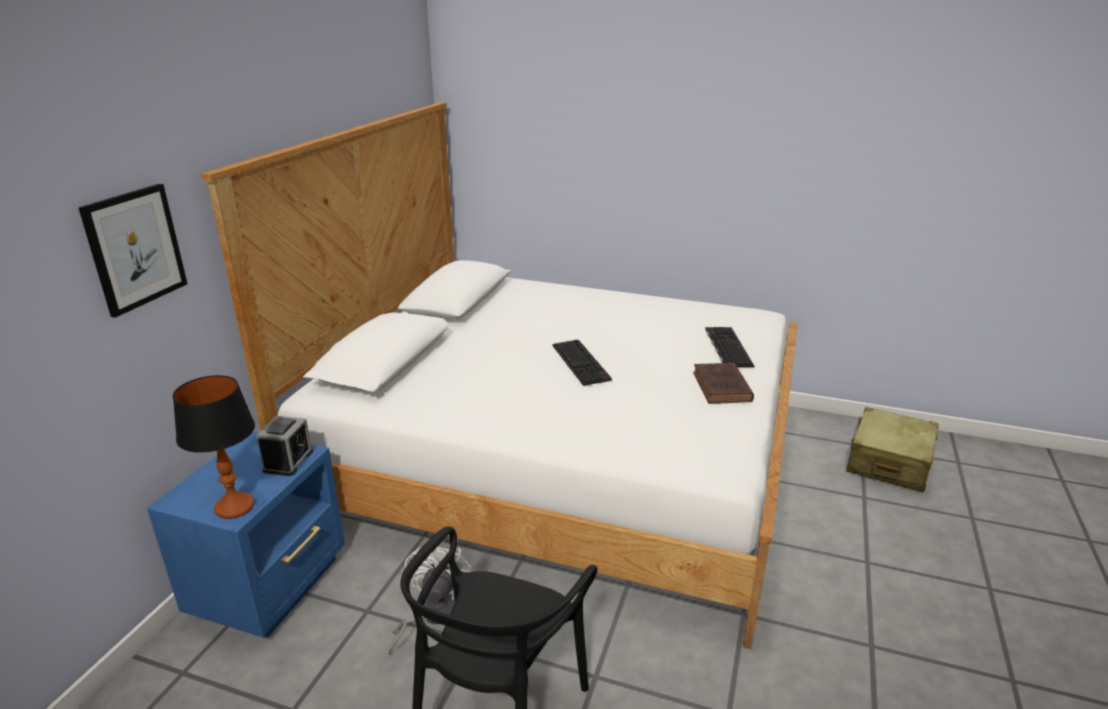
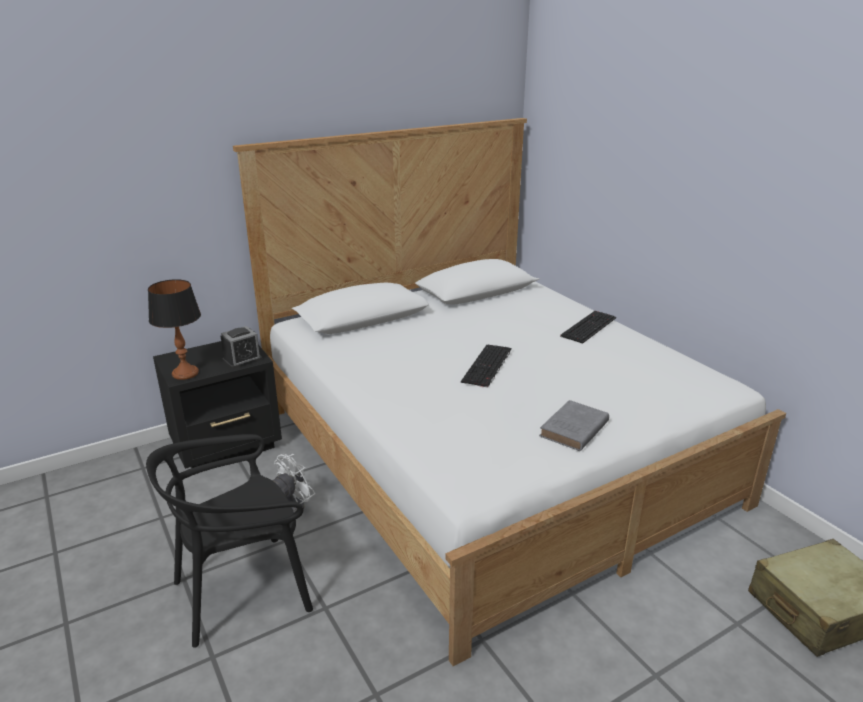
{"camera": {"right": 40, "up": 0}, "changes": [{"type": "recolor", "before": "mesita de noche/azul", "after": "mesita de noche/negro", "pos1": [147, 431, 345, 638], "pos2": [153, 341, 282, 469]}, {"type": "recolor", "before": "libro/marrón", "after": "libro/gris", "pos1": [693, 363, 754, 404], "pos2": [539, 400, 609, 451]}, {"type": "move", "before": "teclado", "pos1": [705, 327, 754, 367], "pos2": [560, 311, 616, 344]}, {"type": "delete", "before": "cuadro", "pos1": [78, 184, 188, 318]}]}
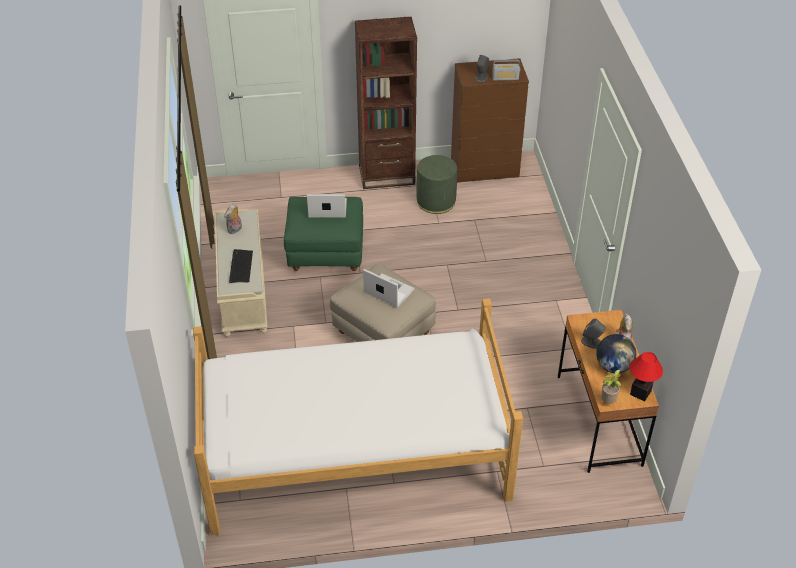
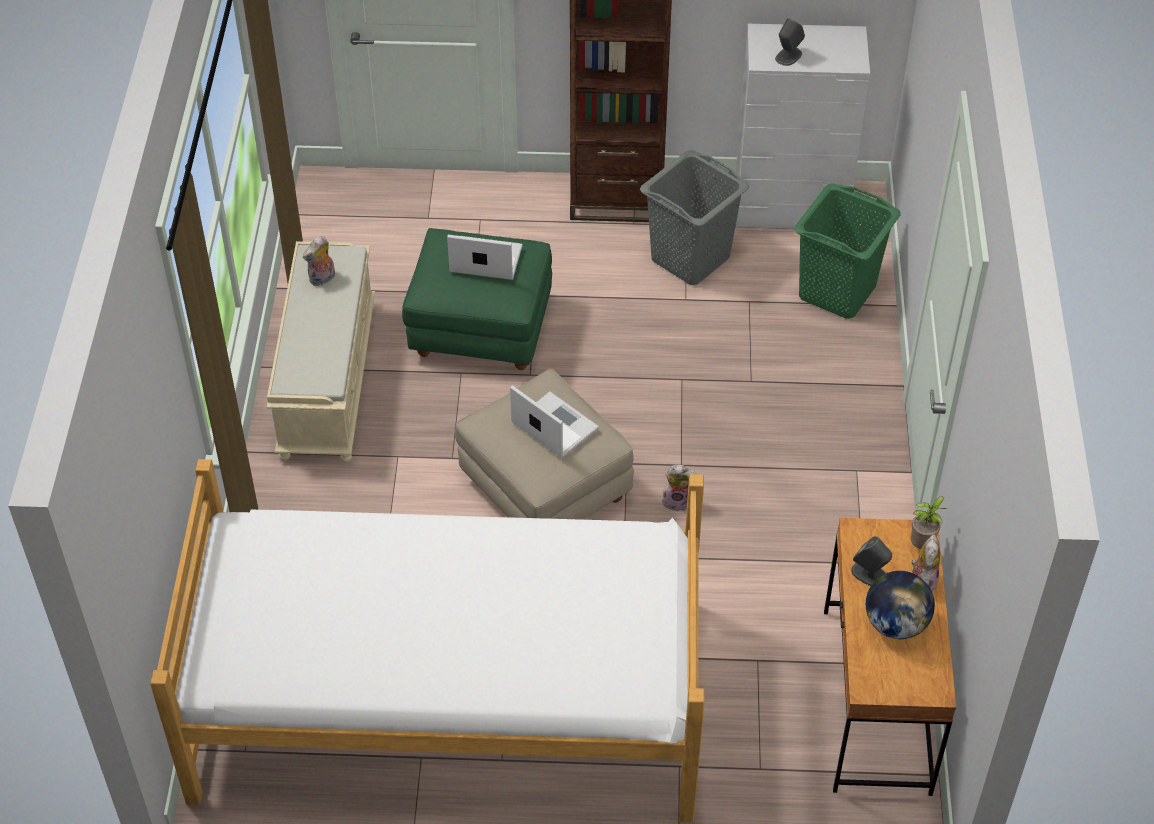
{"camera": {"right": 10, "up": 5}, "changes": [{"type": "replace", "before": "puf/verde", "after": "cesto de la ropa/gris", "pos1": [417, 155, 457, 214], "pos2": [640, 151, 749, 285]}, {"type": "insert", "after": "peluche", "pos2": [661, 465, 698, 511]}, {"type": "recolor", "before": "cómoda/marrón", "after": "cómoda/blanco", "pos1": [451, 58, 529, 182], "pos2": [736, 24, 870, 229]}, {"type": "insert", "after": "cesto de la ropa/verde", "pos2": [794, 184, 901, 319]}, {"type": "move", "before": "planta en maceta", "pos1": [601, 370, 623, 404], "pos2": [911, 496, 946, 549]}, {"type": "delete", "before": "teclado", "pos1": [229, 249, 253, 283]}, {"type": "delete", "before": "radio", "pos1": [492, 59, 520, 80]}, {"type": "delete", "before": "lámpara de mesa", "pos1": [629, 352, 663, 401]}]}
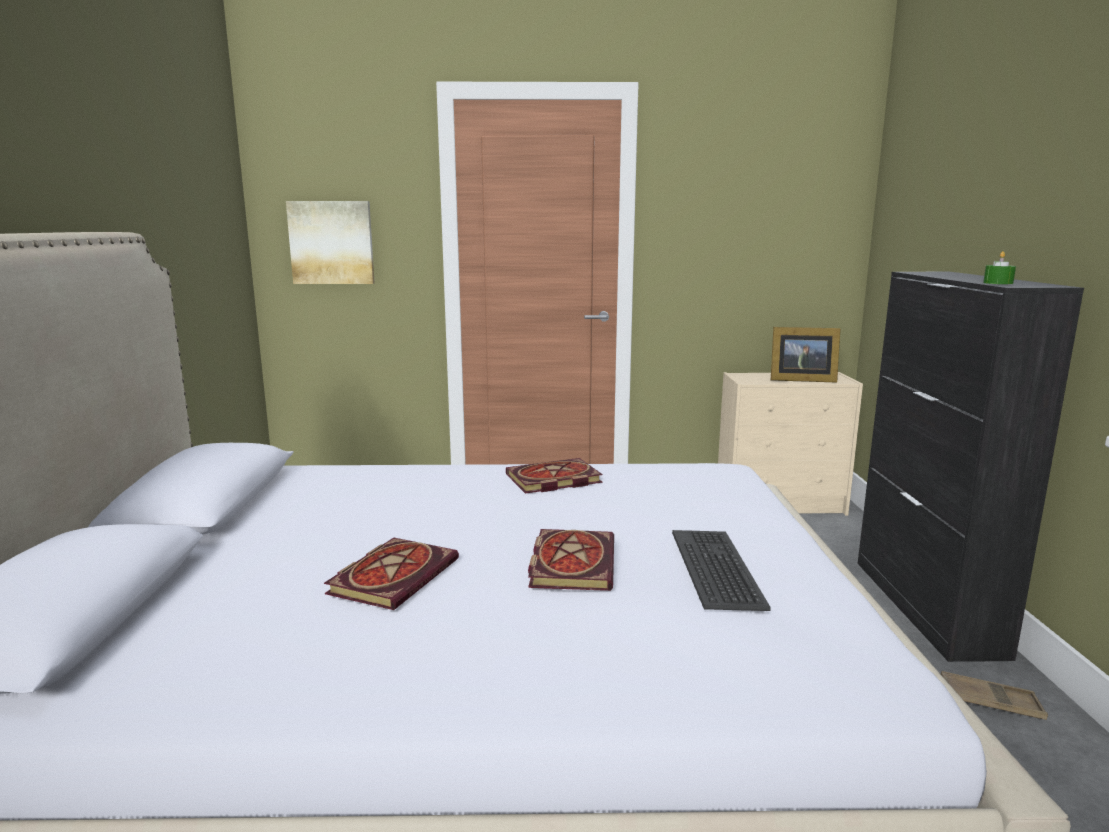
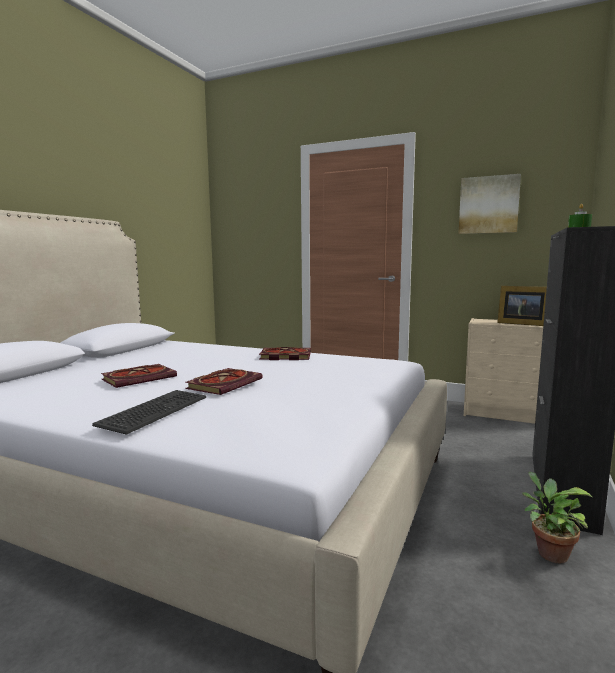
{"camera": {"right": 25, "up": -5}, "changes": [{"type": "move", "before": "teclado", "pos1": [672, 530, 771, 611], "pos2": [92, 390, 206, 435]}, {"type": "move", "before": "cuadro", "pos1": [286, 201, 375, 284], "pos2": [458, 174, 521, 234]}, {"type": "replace", "before": "bandeja/marrón", "after": "planta en maceta", "pos1": [941, 671, 1048, 720], "pos2": [522, 472, 592, 563]}]}
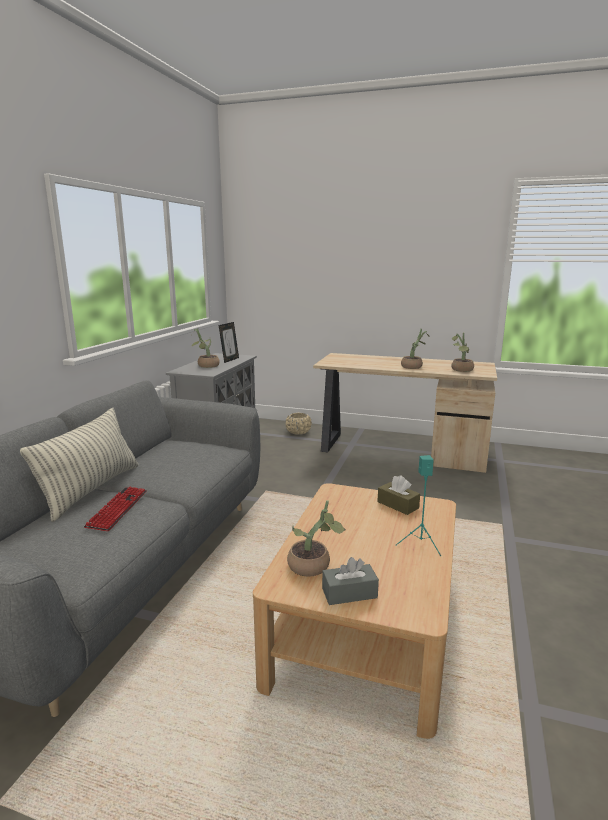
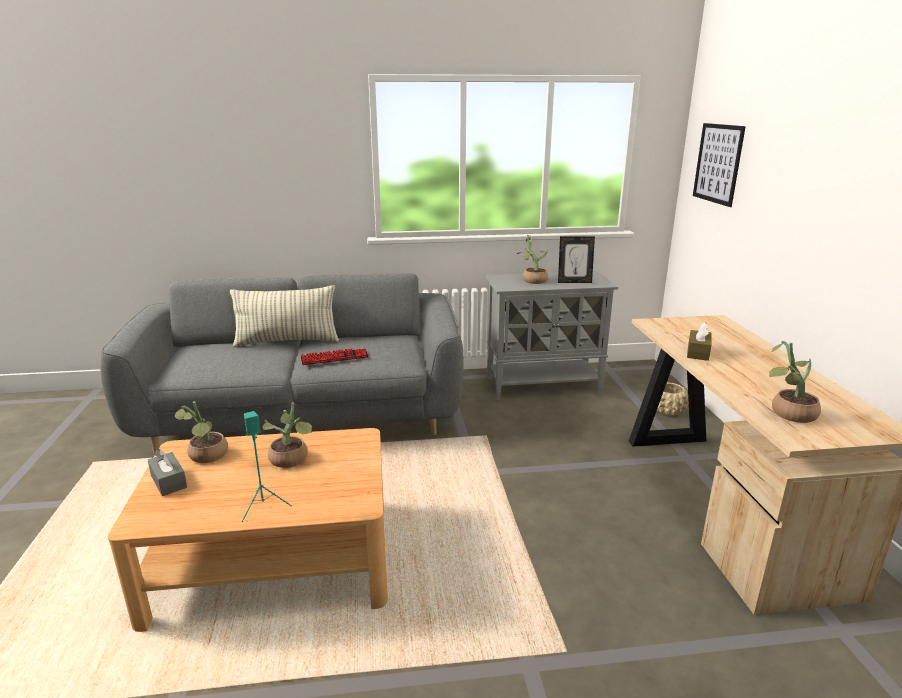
{"camera": {"right": 65, "up": 5}, "changes": [{"type": "move", "before": "planta en maceta", "pos1": [401, 329, 430, 369], "pos2": [263, 402, 312, 468]}, {"type": "move", "before": "teclado", "pos1": [84, 487, 147, 531], "pos2": [301, 348, 369, 365]}, {"type": "move", "before": "caja de pañuelos/marrón", "pos1": [377, 475, 420, 515], "pos2": [687, 323, 712, 361]}, {"type": "insert", "after": "cuadro", "pos2": [693, 123, 746, 207]}]}
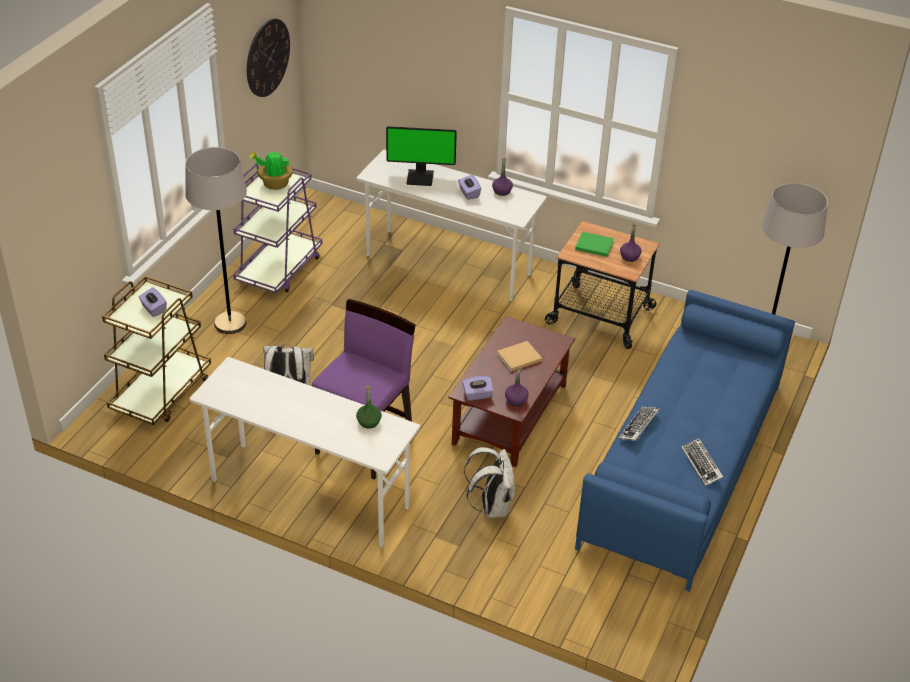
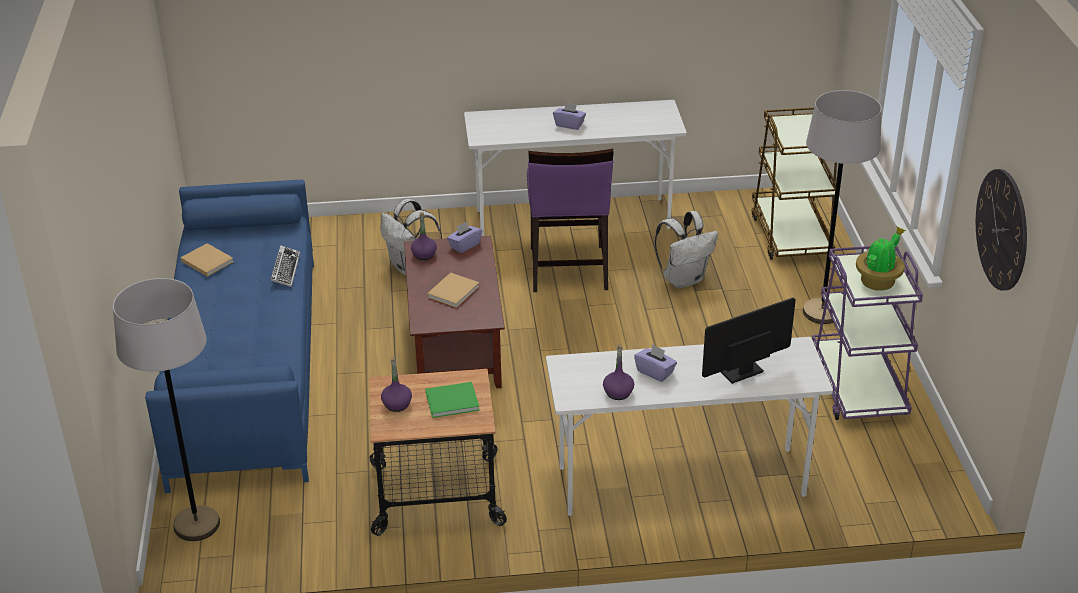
{"camera": {"right": 150, "up": -5}, "changes": [{"type": "replace", "before": "teclado", "after": "libro/beis", "pos1": [681, 438, 723, 486], "pos2": [181, 243, 234, 277]}, {"type": "move", "before": "caja de pañuelos/morado", "pos1": [138, 288, 167, 317], "pos2": [553, 102, 586, 130]}, {"type": "delete", "before": "botella/verde", "pos1": [356, 386, 382, 428]}]}
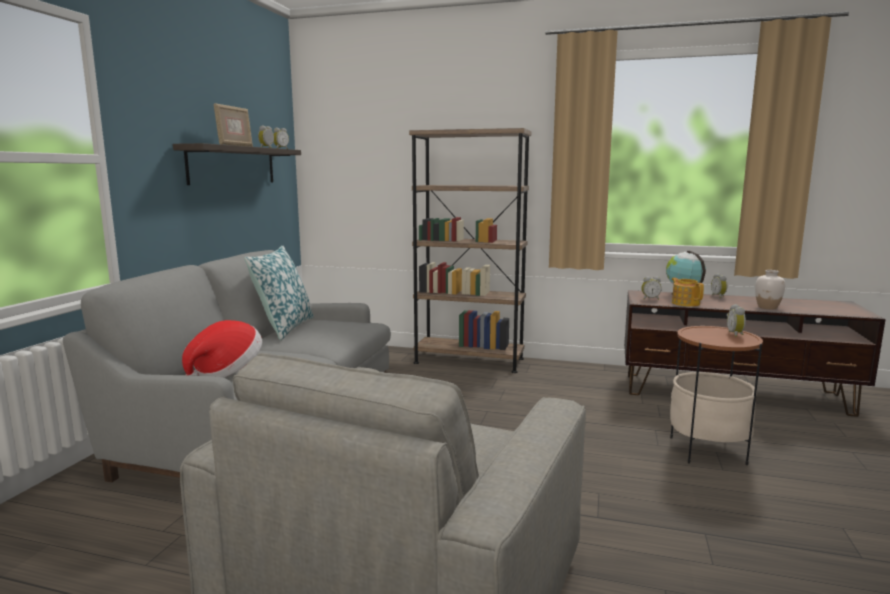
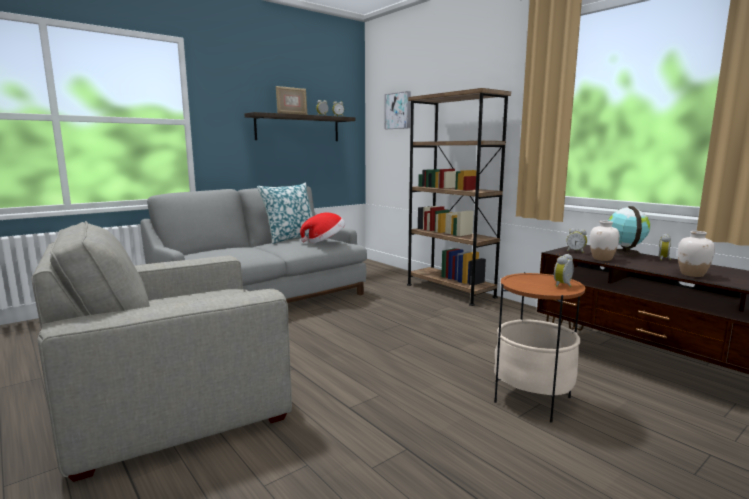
{"camera": {"right": 35, "up": 0}, "changes": [{"type": "move", "before": "sombrero", "pos1": [182, 320, 262, 378], "pos2": [300, 213, 345, 243]}, {"type": "insert", "after": "cuadro", "pos2": [385, 91, 411, 129]}, {"type": "replace", "before": "tetera", "after": "florero/blanco", "pos1": [671, 278, 704, 307], "pos2": [590, 221, 620, 261]}]}
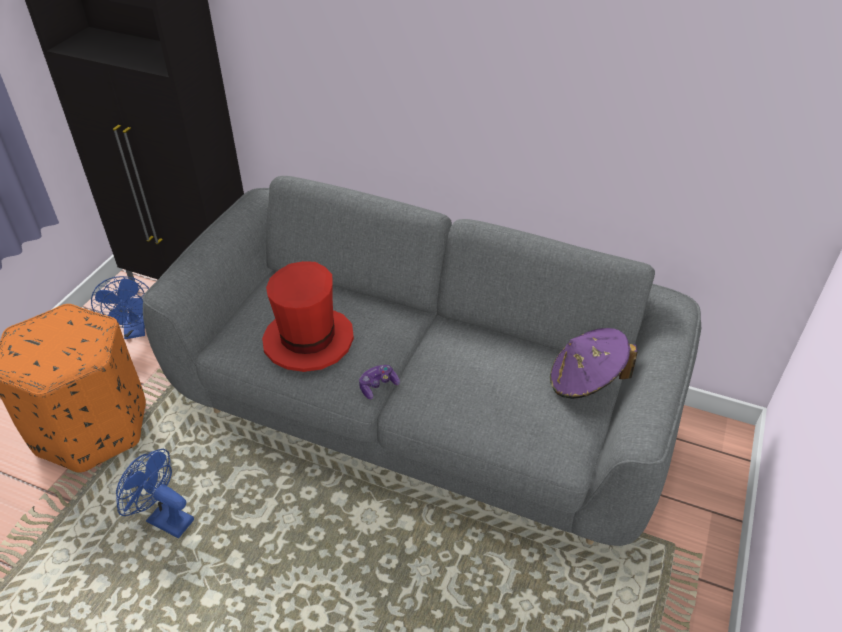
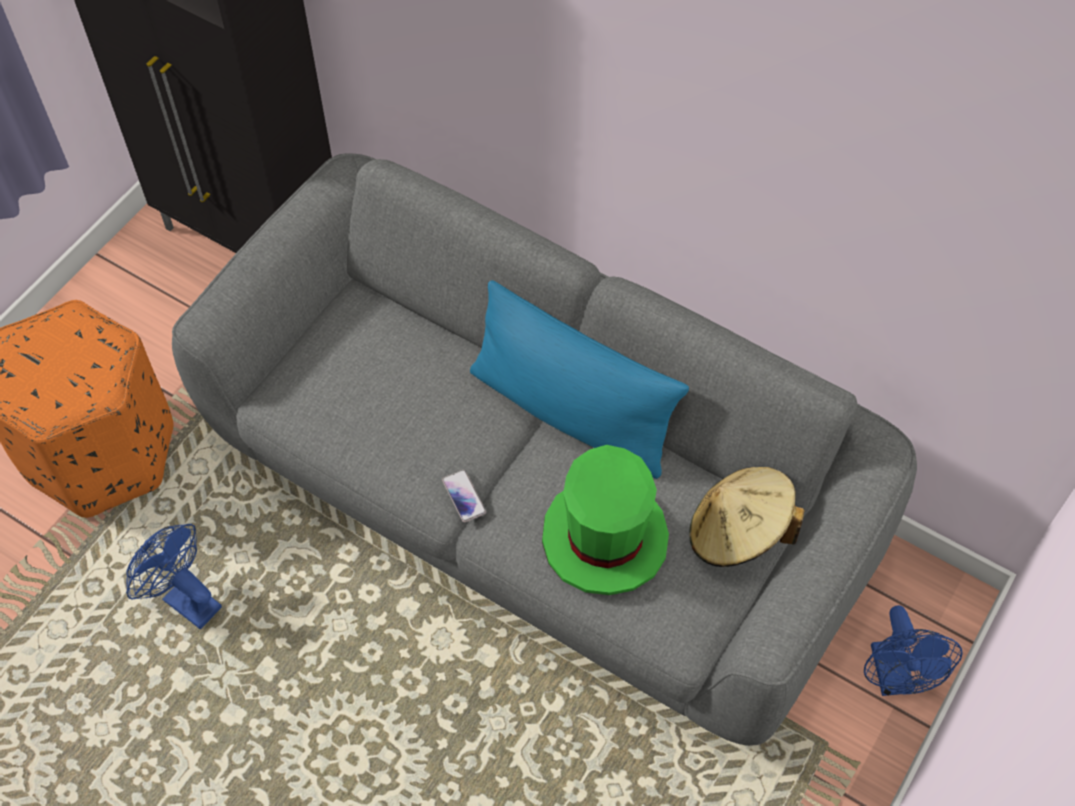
{"camera": {"right": 10, "up": 15}, "changes": [{"type": "replace", "before": "mando de consola", "after": "móvil", "pos1": [359, 365, 400, 399], "pos2": [442, 470, 486, 522]}, {"type": "insert", "after": "cojín/azul", "pos2": [470, 280, 689, 479]}, {"type": "insert", "after": "sombrero/verde", "pos2": [542, 445, 669, 595]}, {"type": "recolor", "before": "sombrero/morado", "after": "sombrero/beis", "pos1": [550, 328, 637, 399], "pos2": [689, 467, 805, 567]}, {"type": "move", "before": "ventilador/azul", "pos1": [91, 276, 149, 339], "pos2": [864, 605, 963, 696]}, {"type": "delete", "before": "sombrero/rojo", "pos1": [262, 261, 354, 372]}]}
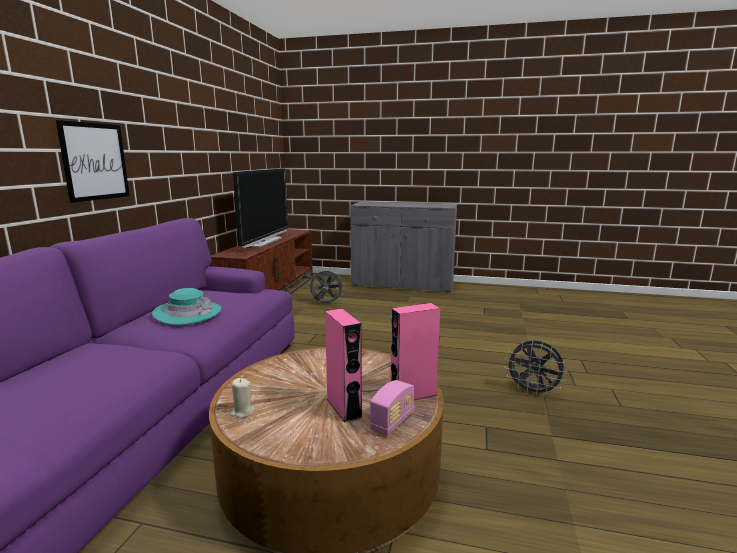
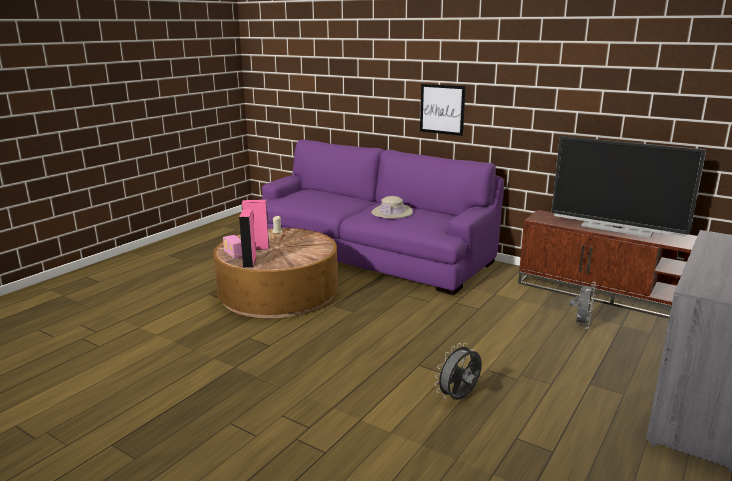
{"camera": {"right": 110, "up": 5}, "changes": [{"type": "recolor", "before": "sombrero/turquesa", "after": "sombrero/beis", "pos1": [152, 288, 221, 325], "pos2": [372, 196, 413, 218]}, {"type": "move", "before": "ventilador/gris", "pos1": [505, 341, 567, 397], "pos2": [435, 343, 482, 400]}]}
